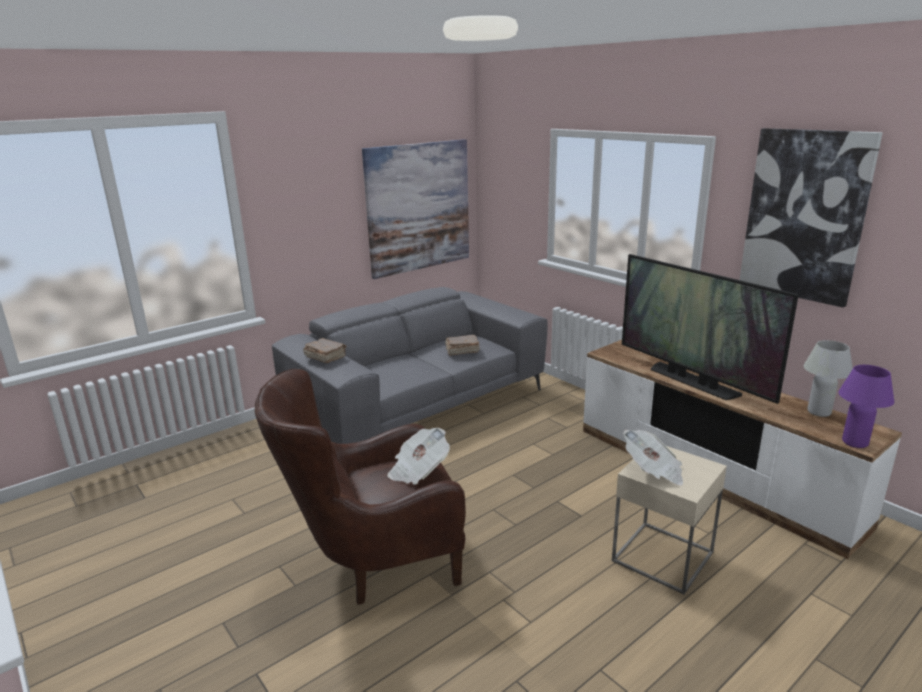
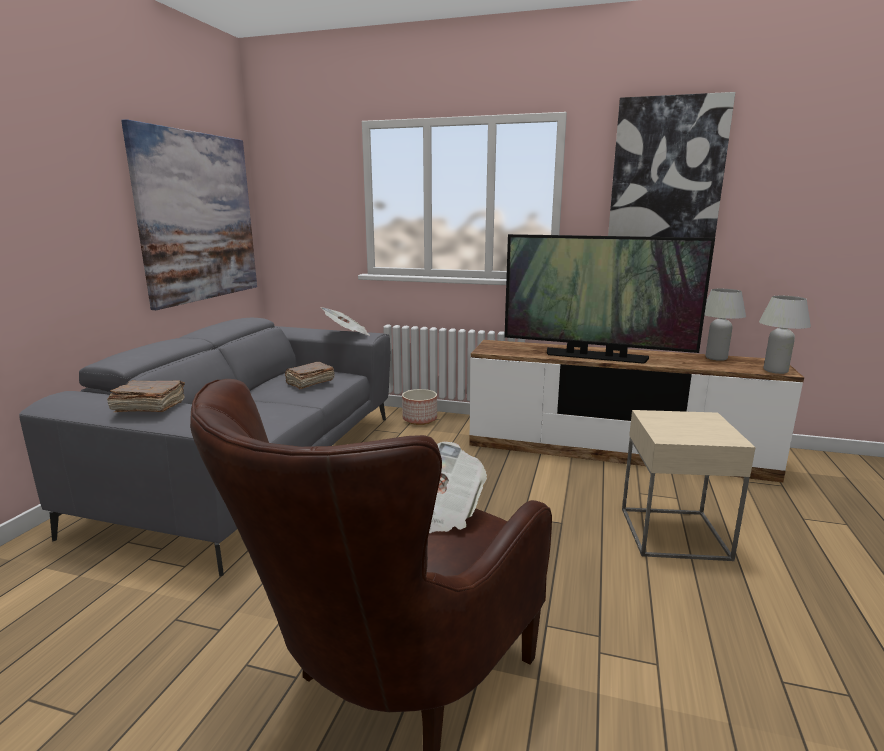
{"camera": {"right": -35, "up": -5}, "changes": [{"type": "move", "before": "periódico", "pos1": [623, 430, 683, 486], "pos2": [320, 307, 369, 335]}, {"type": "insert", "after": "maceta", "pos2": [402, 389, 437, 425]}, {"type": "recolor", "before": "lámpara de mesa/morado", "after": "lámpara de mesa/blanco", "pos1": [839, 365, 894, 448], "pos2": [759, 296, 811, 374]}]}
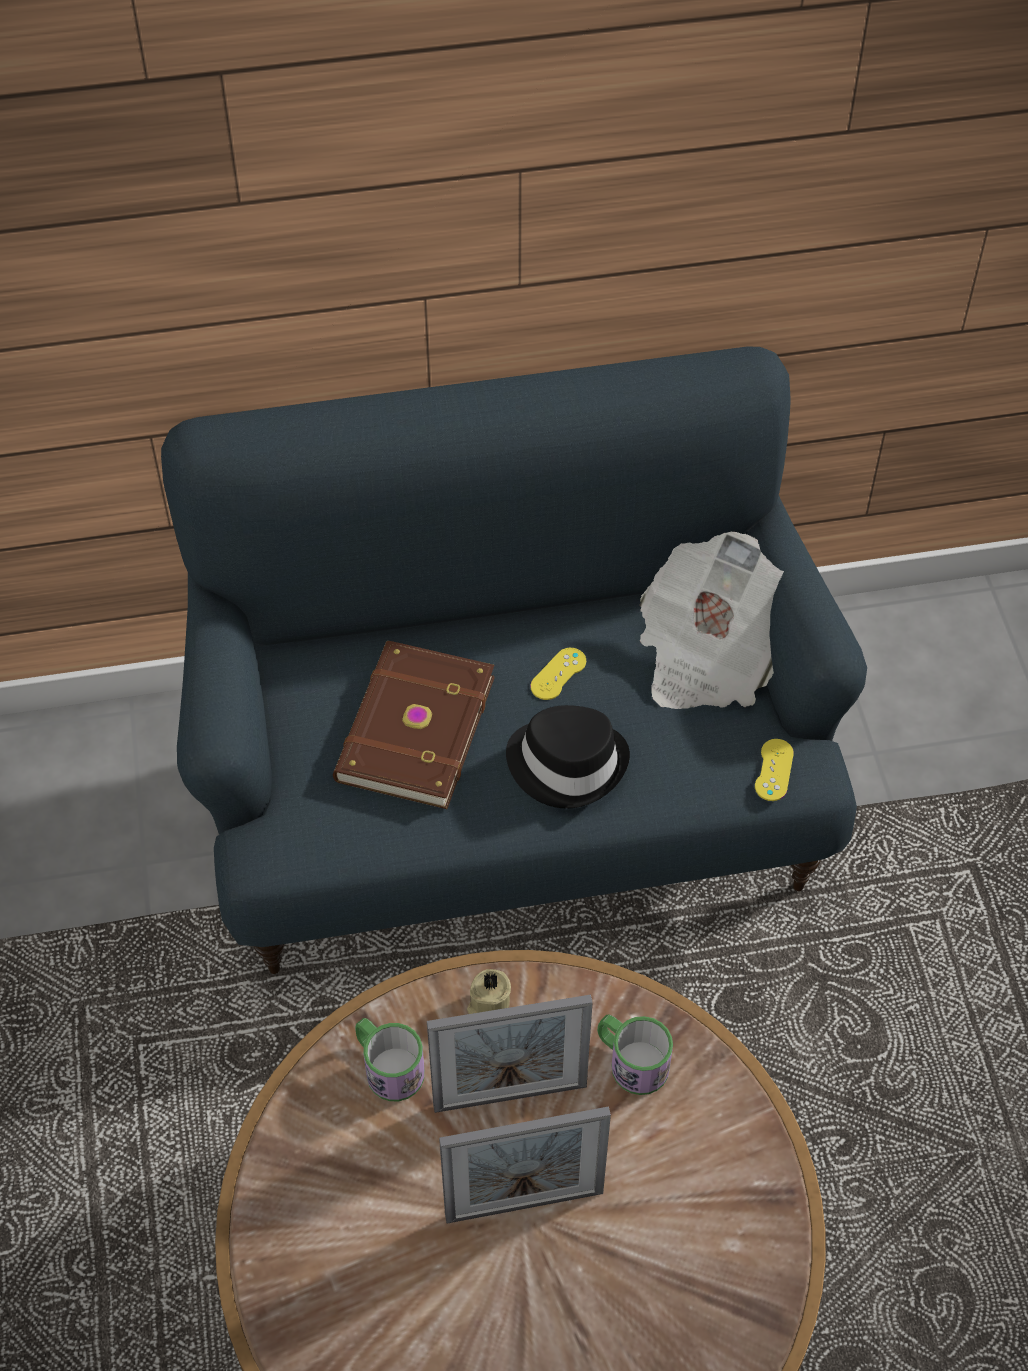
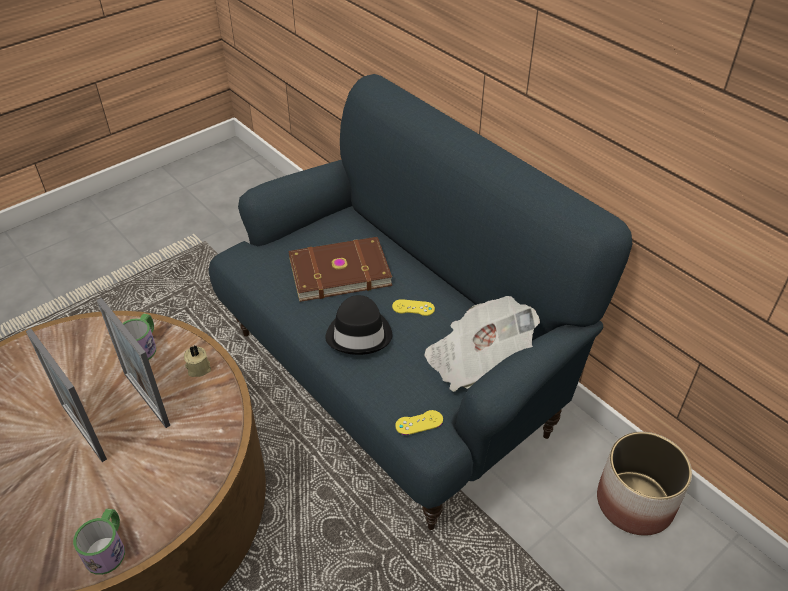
{"camera": {"right": 60, "up": -10}, "changes": [{"type": "move", "before": "taza grande", "pos1": [597, 1015, 673, 1095], "pos2": [73, 509, 125, 575]}, {"type": "insert", "after": "maceta", "pos2": [597, 432, 692, 536]}]}
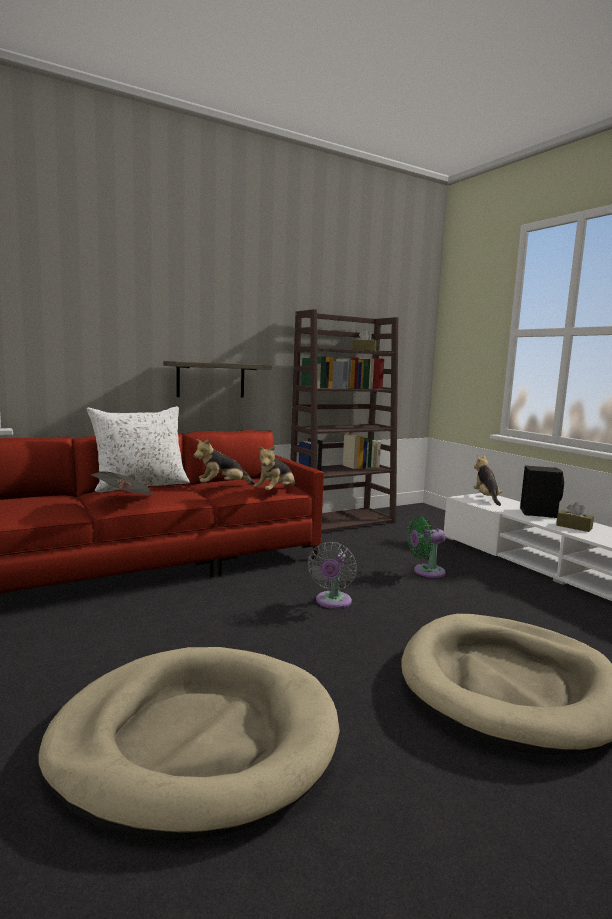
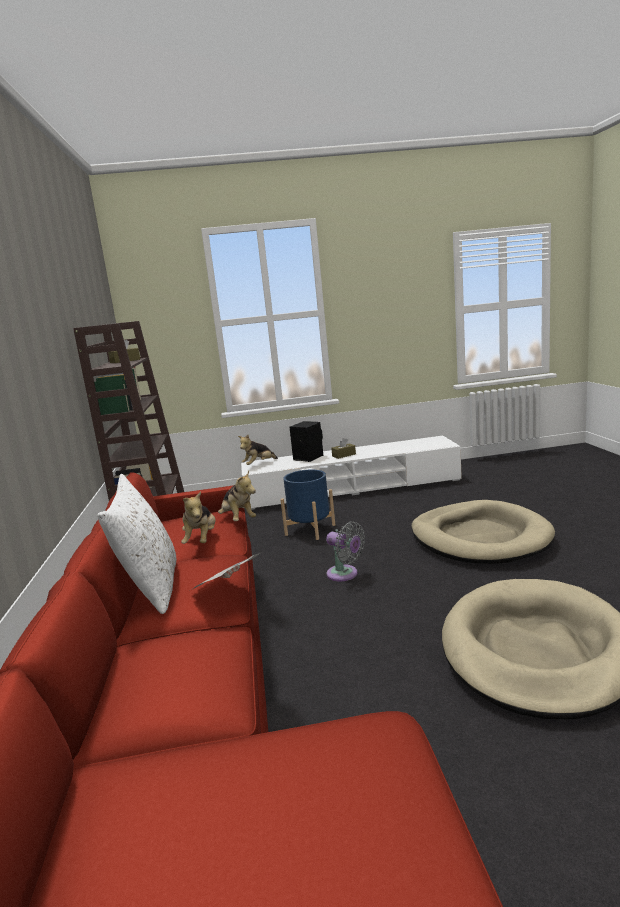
{"camera": {"right": -65, "up": 5}, "changes": [{"type": "rotate", "before": "peluche", "pos1": [474, 455, 503, 506], "pos2": [238, 435, 278, 465], "turn": -60}, {"type": "replace", "before": "ventilador/verde", "after": "maceta/azul", "pos1": [407, 517, 446, 578], "pos2": [280, 469, 335, 540]}, {"type": "delete", "before": "estante", "pos1": [163, 361, 272, 397]}]}
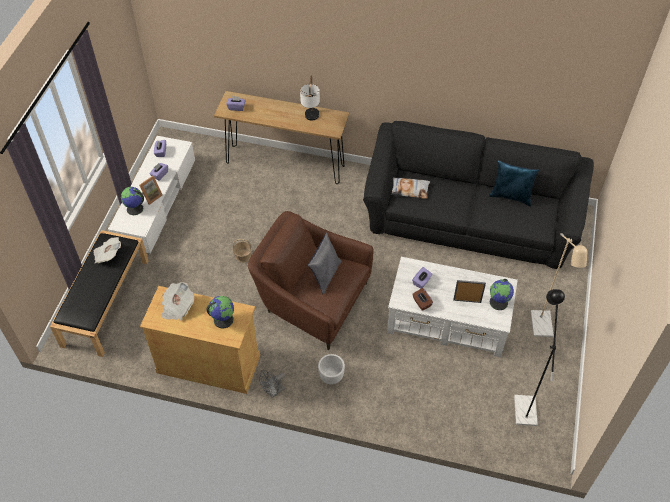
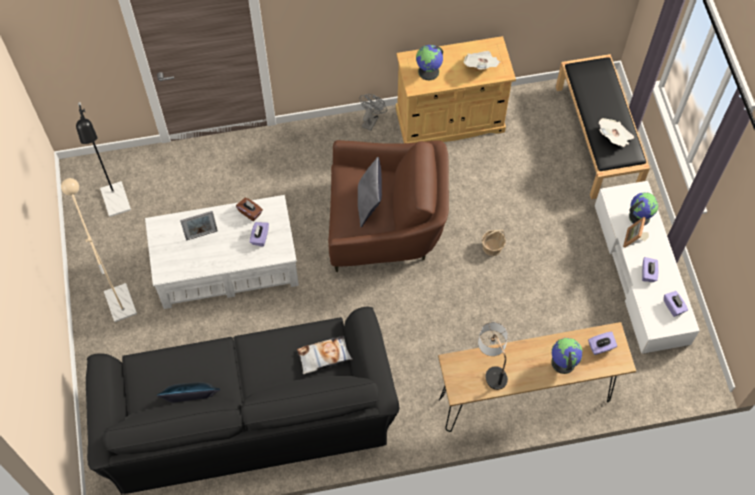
{"camera": {"right": 155, "up": 10}, "changes": [{"type": "move", "before": "globo terráqueo", "pos1": [490, 279, 514, 310], "pos2": [551, 338, 583, 374]}, {"type": "delete", "before": "maceta/blanco", "pos1": [318, 354, 345, 384]}]}
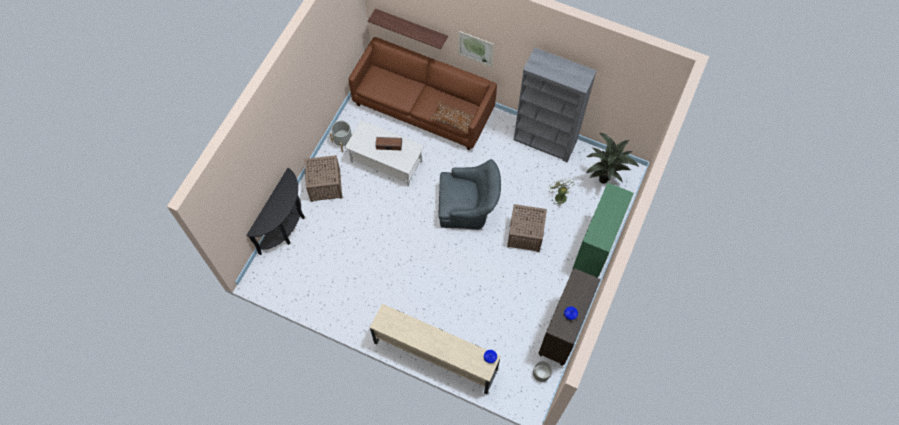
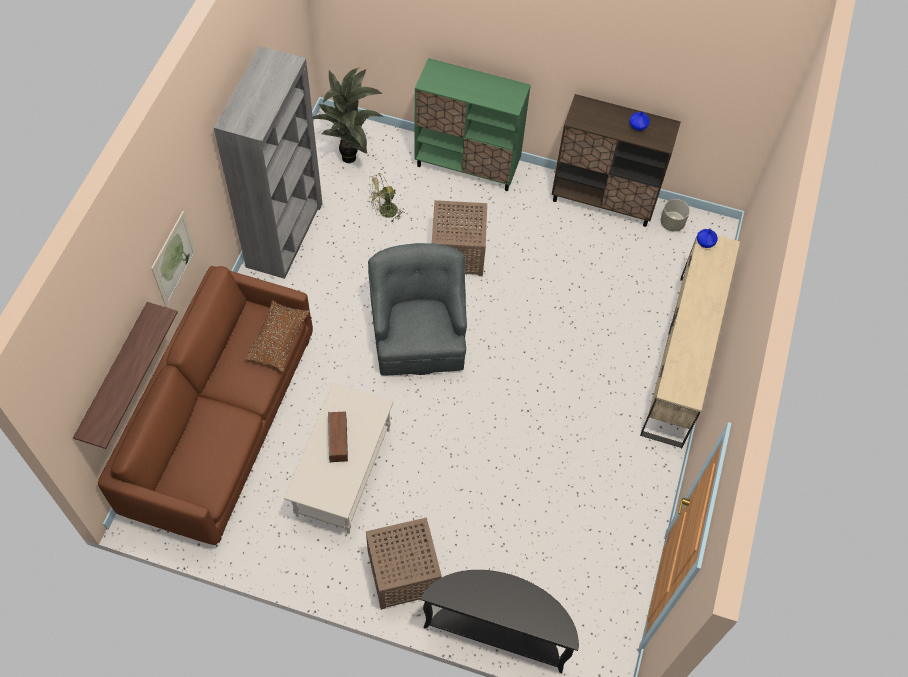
{"camera": {"right": -100, "up": -5}, "changes": [{"type": "delete", "before": "maceta/gris", "pos1": [330, 121, 353, 152]}]}
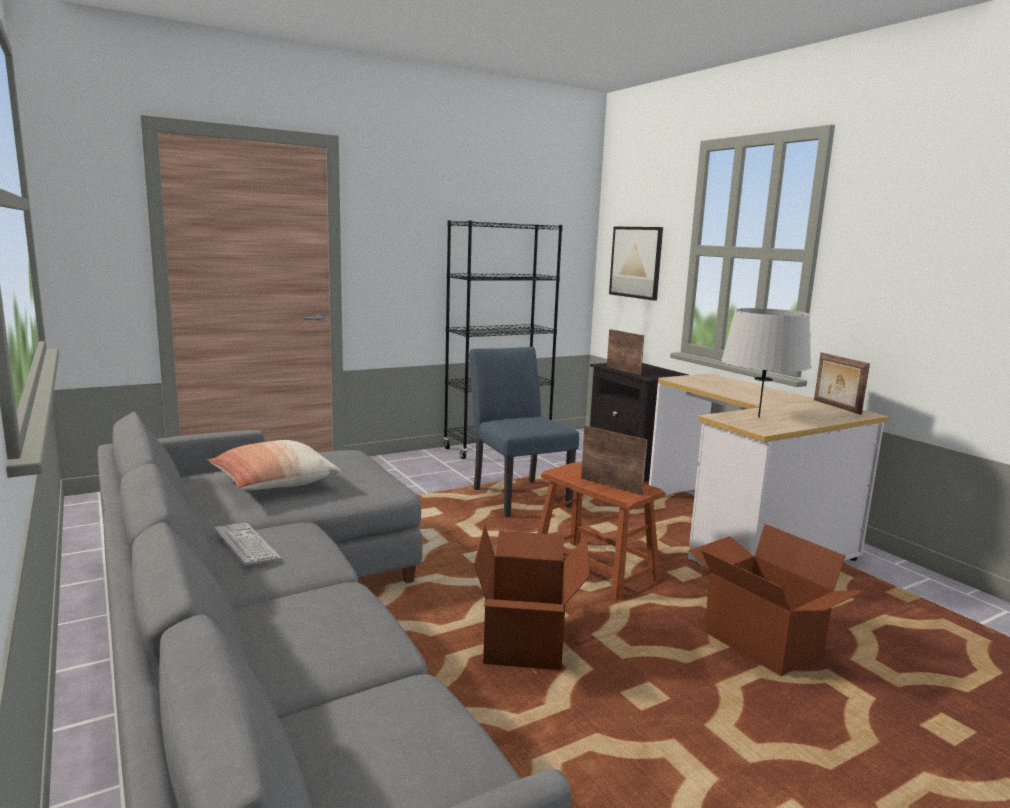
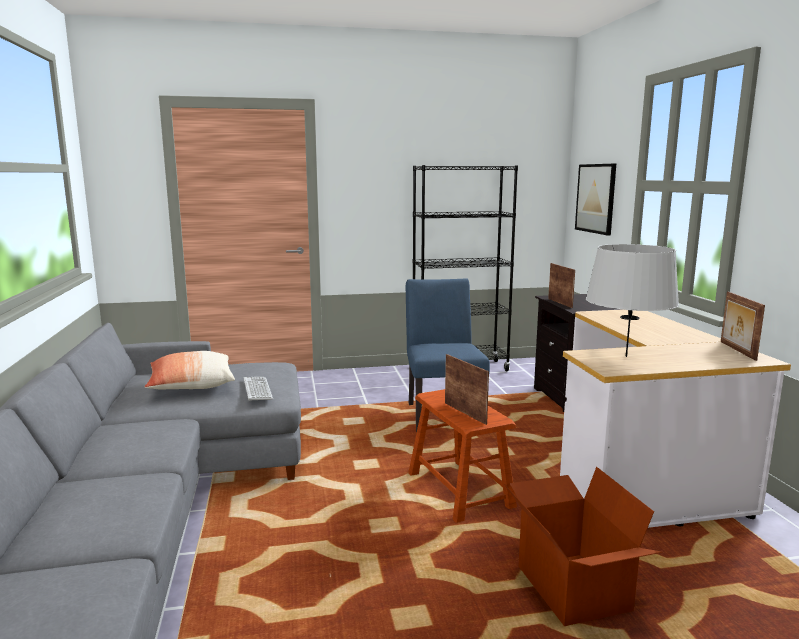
{"camera": {"right": 20, "up": 0}, "changes": [{"type": "move", "before": "teclado", "pos1": [214, 523, 282, 566], "pos2": [244, 377, 273, 401]}, {"type": "delete", "before": "caja de cartón", "pos1": [474, 525, 590, 670]}]}
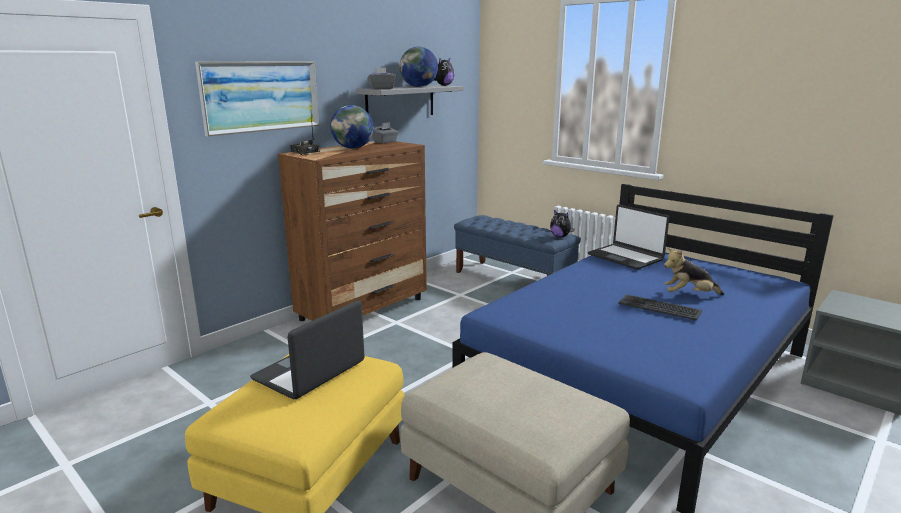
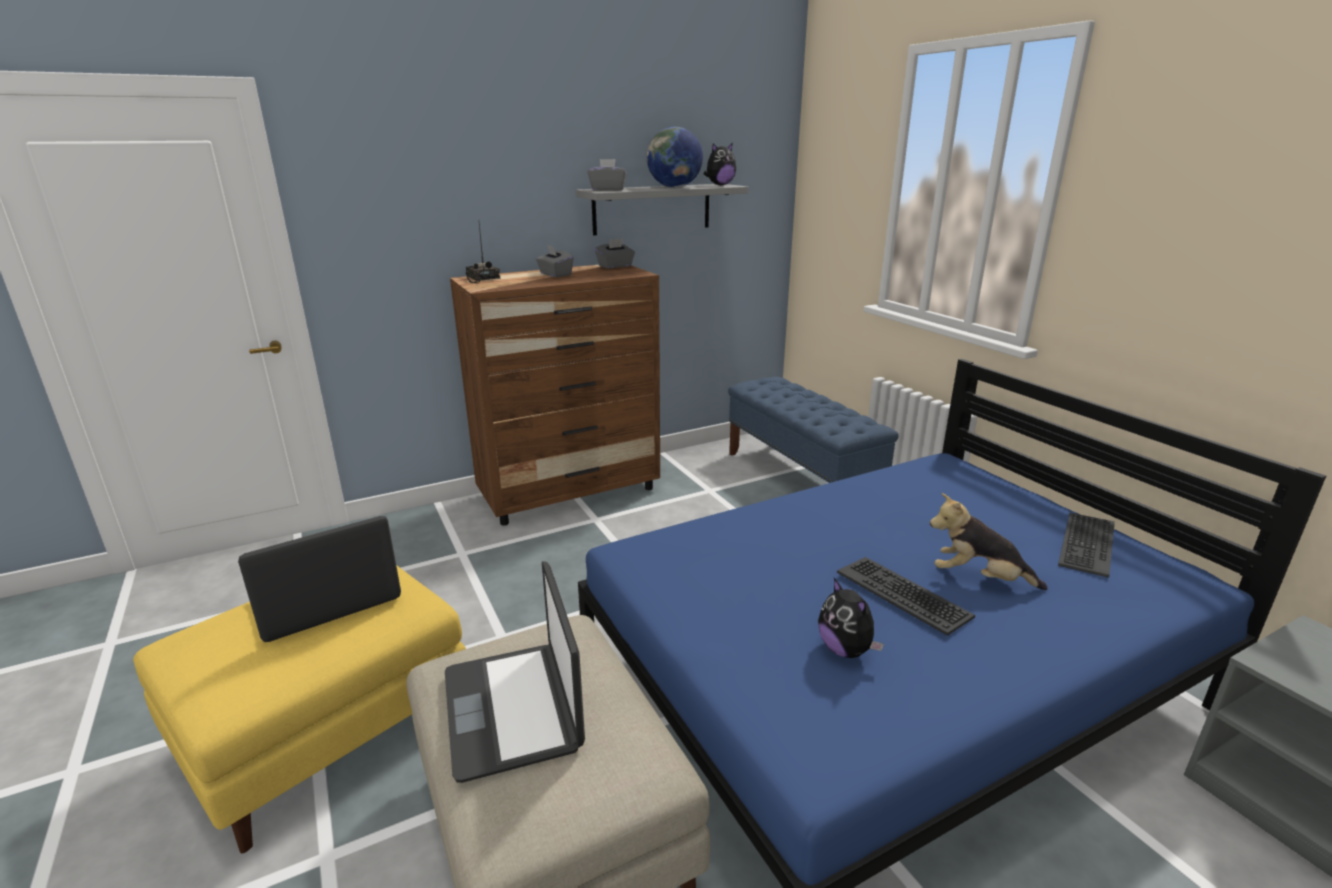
{"camera": {"right": 20, "up": 5}, "changes": [{"type": "move", "before": "portátil", "pos1": [588, 204, 669, 269], "pos2": [445, 561, 585, 783]}, {"type": "replace", "before": "globo terráqueo", "after": "caja de pañuelos/gris", "pos1": [330, 105, 374, 149], "pos2": [536, 244, 573, 277]}, {"type": "move", "before": "peluche", "pos1": [550, 210, 575, 237], "pos2": [818, 578, 884, 658]}, {"type": "insert", "after": "teclado", "pos2": [1058, 513, 1115, 578]}, {"type": "delete", "before": "cuadro", "pos1": [195, 61, 319, 136]}]}
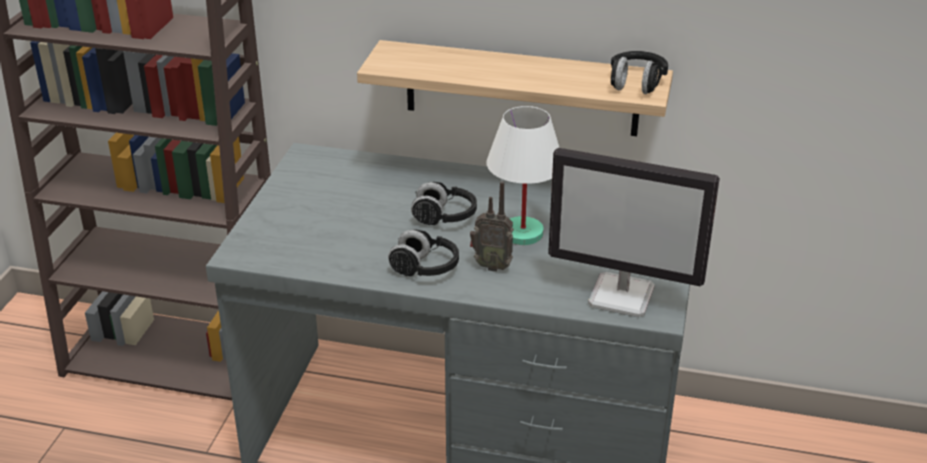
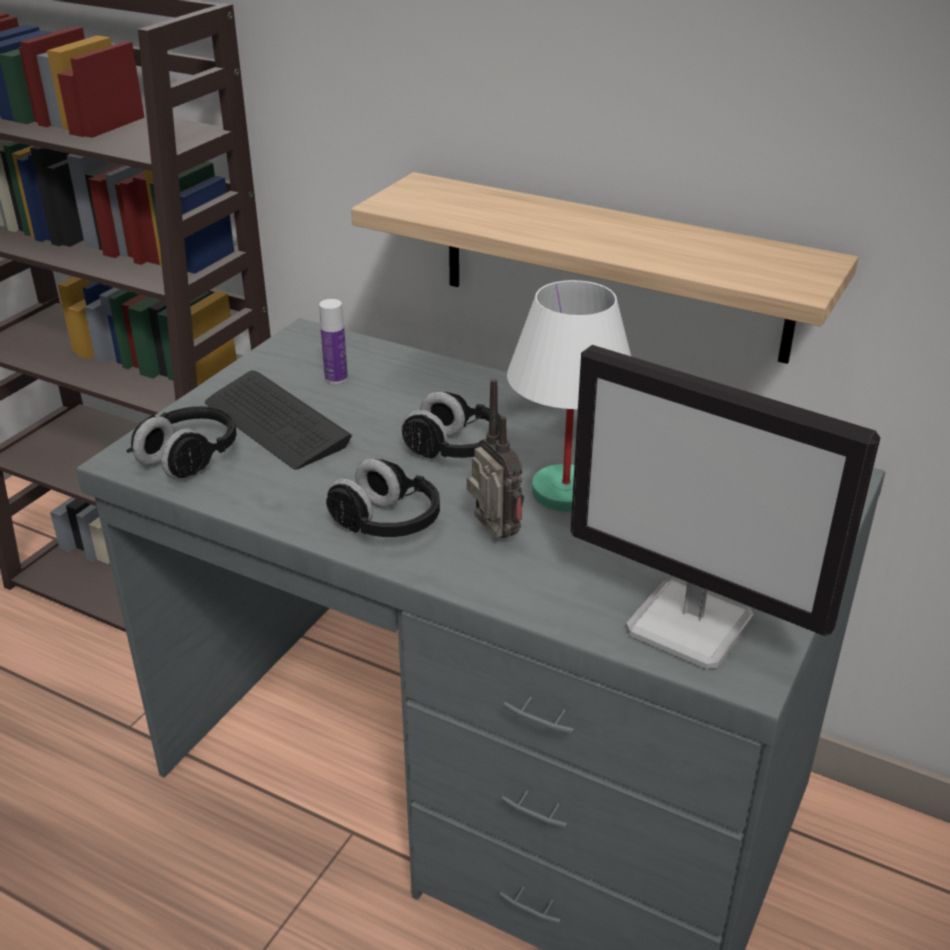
{"camera": {"right": 15, "up": 0}, "changes": [{"type": "move", "before": "auriculares/negro", "pos1": [611, 51, 668, 94], "pos2": [127, 406, 236, 479]}, {"type": "insert", "after": "teclado", "pos2": [205, 370, 352, 470]}, {"type": "insert", "after": "botella", "pos2": [319, 299, 348, 384]}, {"type": "rotate", "before": "radio", "pos1": [470, 181, 514, 272], "pos2": [467, 379, 524, 538], "turn": -150}]}
